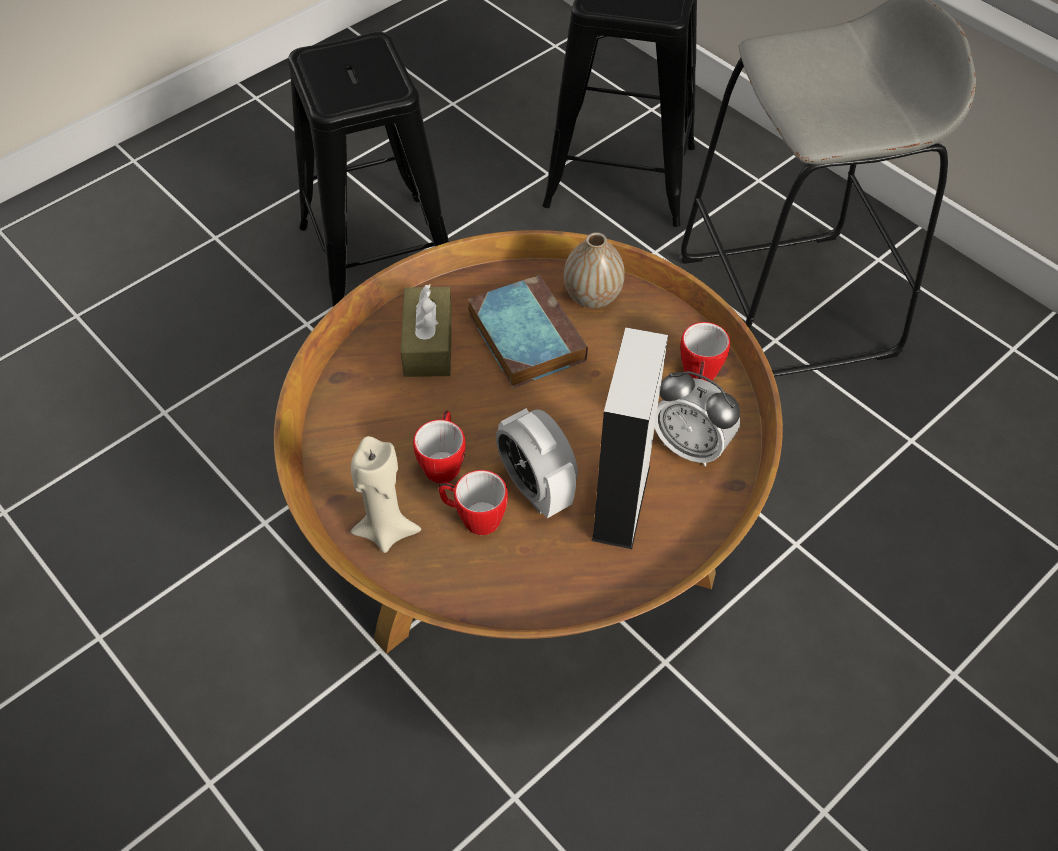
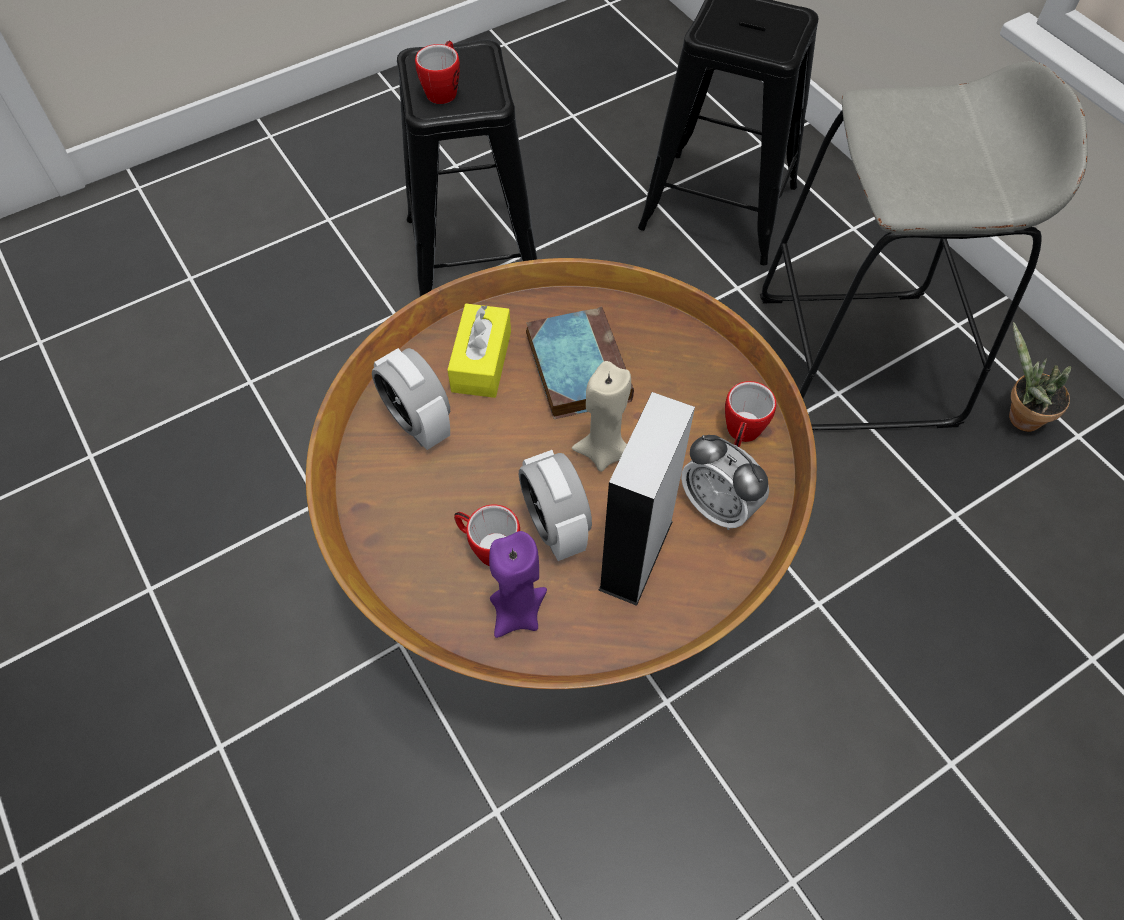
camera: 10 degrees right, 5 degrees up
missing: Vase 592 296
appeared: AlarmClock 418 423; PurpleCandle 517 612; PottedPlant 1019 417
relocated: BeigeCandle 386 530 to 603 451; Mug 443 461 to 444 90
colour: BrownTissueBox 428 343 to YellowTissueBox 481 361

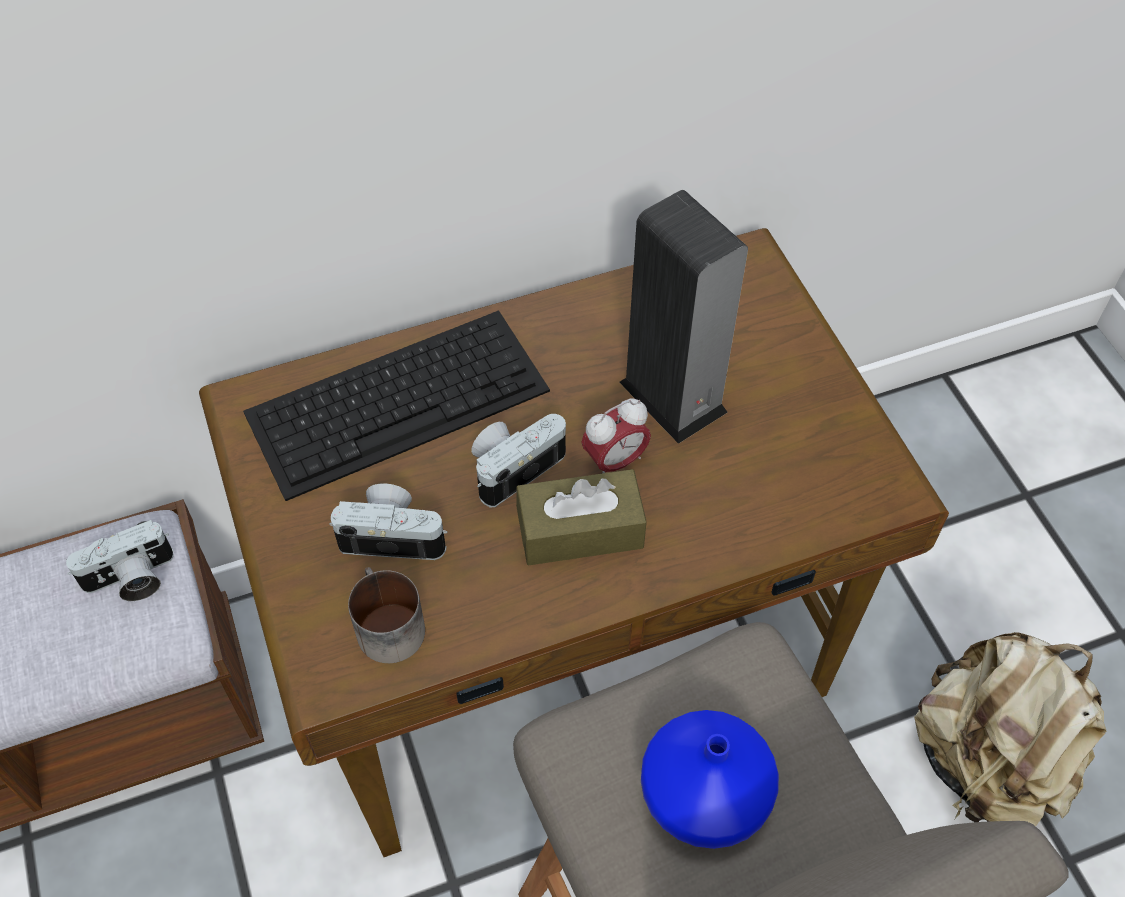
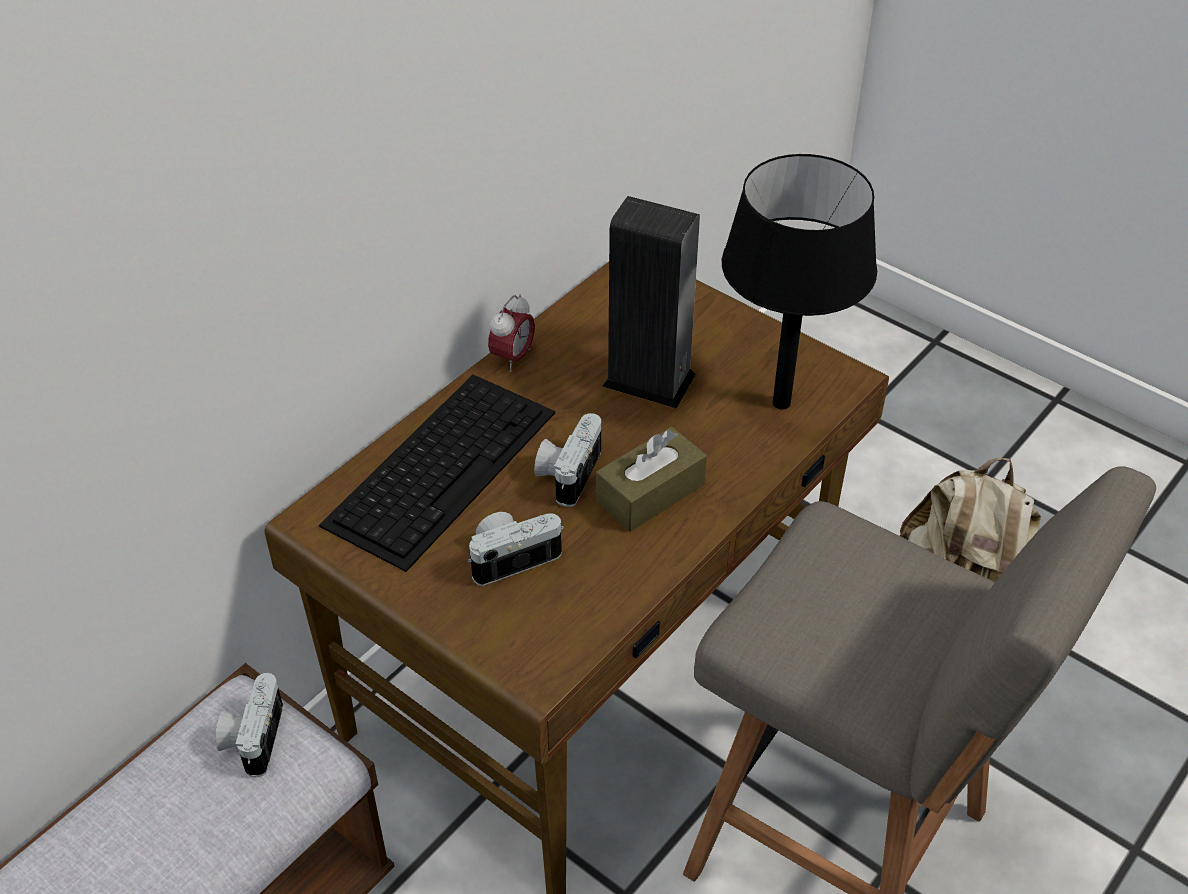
camera: 30 degrees left, 10 degrees down
missing: Mug 384 625; BlueVase 701 794
appeared: BlackTableLamp 780 403
relocated: AlarmClock 615 461 to 513 358
spun: PhotoCamera 131 579 = 252 737 150 degrees clockwise

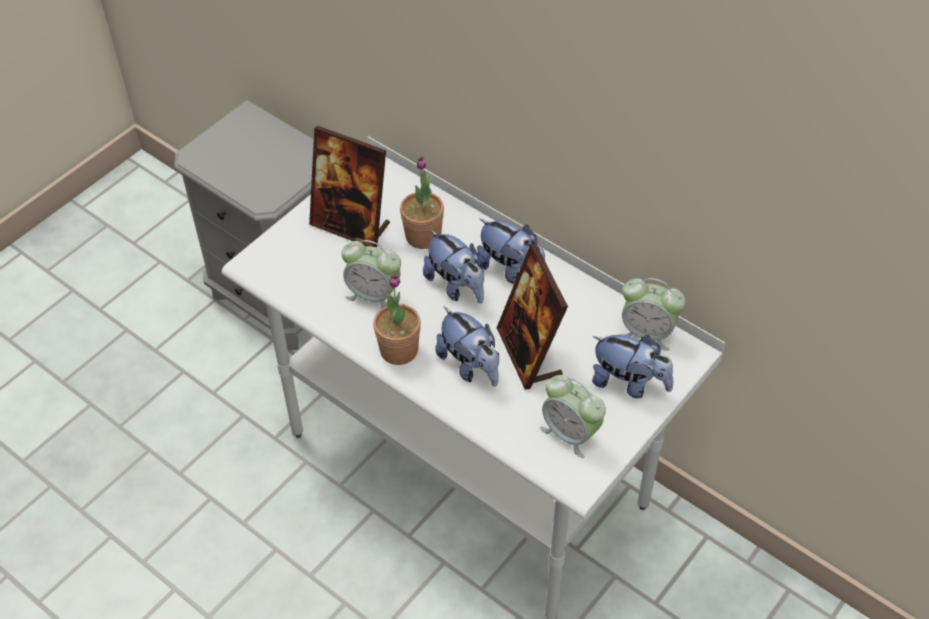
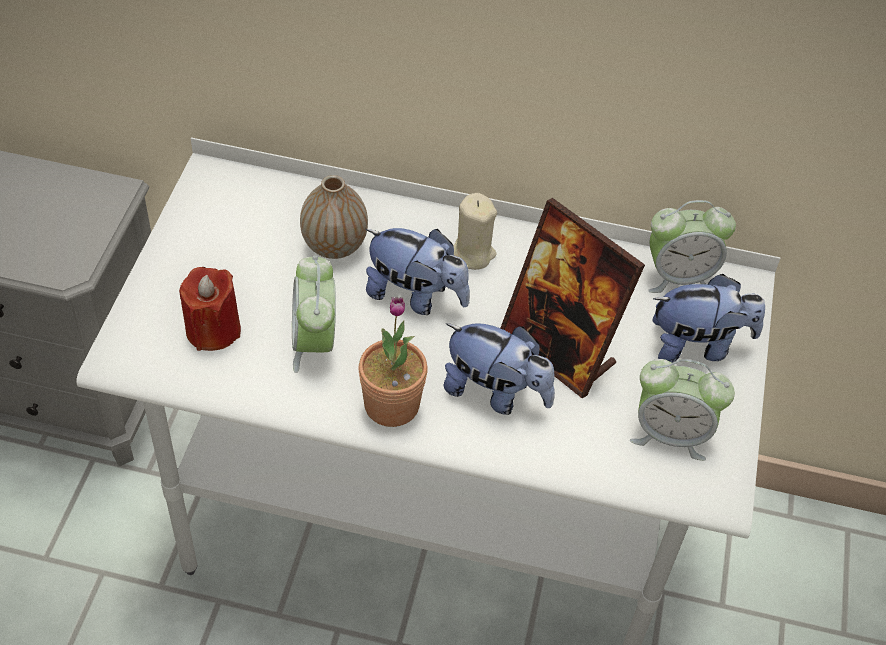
camera: 30 degrees left, 0 degrees up
missing: PictureFrame 351 225
appeared: RedCandle 213 330
exchanged: PottedPlant 423 236 to Vase 334 245; PlushToy 511 270 to BeigeCandle 472 253
spun: AlarmClock 374 294 = 314 342 90 degrees clockwise

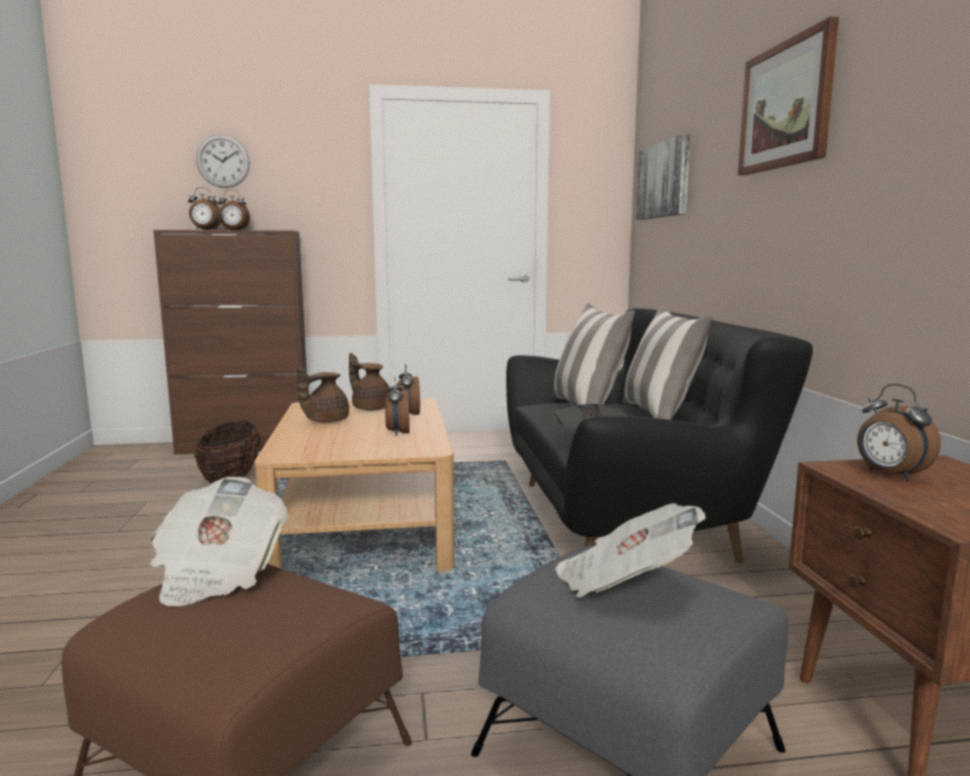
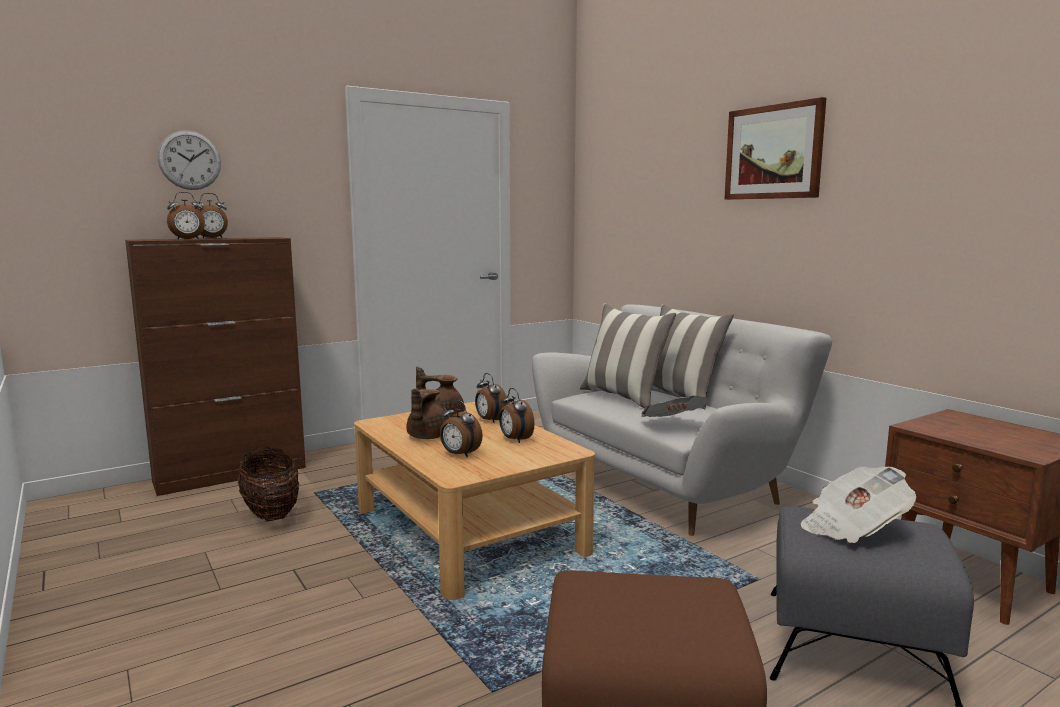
camera: 25 degrees left, 0 degrees up
missing: Newspaper 217 573; Picture 664 180
relocated: AlarmClock 889 475 to 459 454
colour: BlackSofa 629 518 to WhiteSofa 670 484

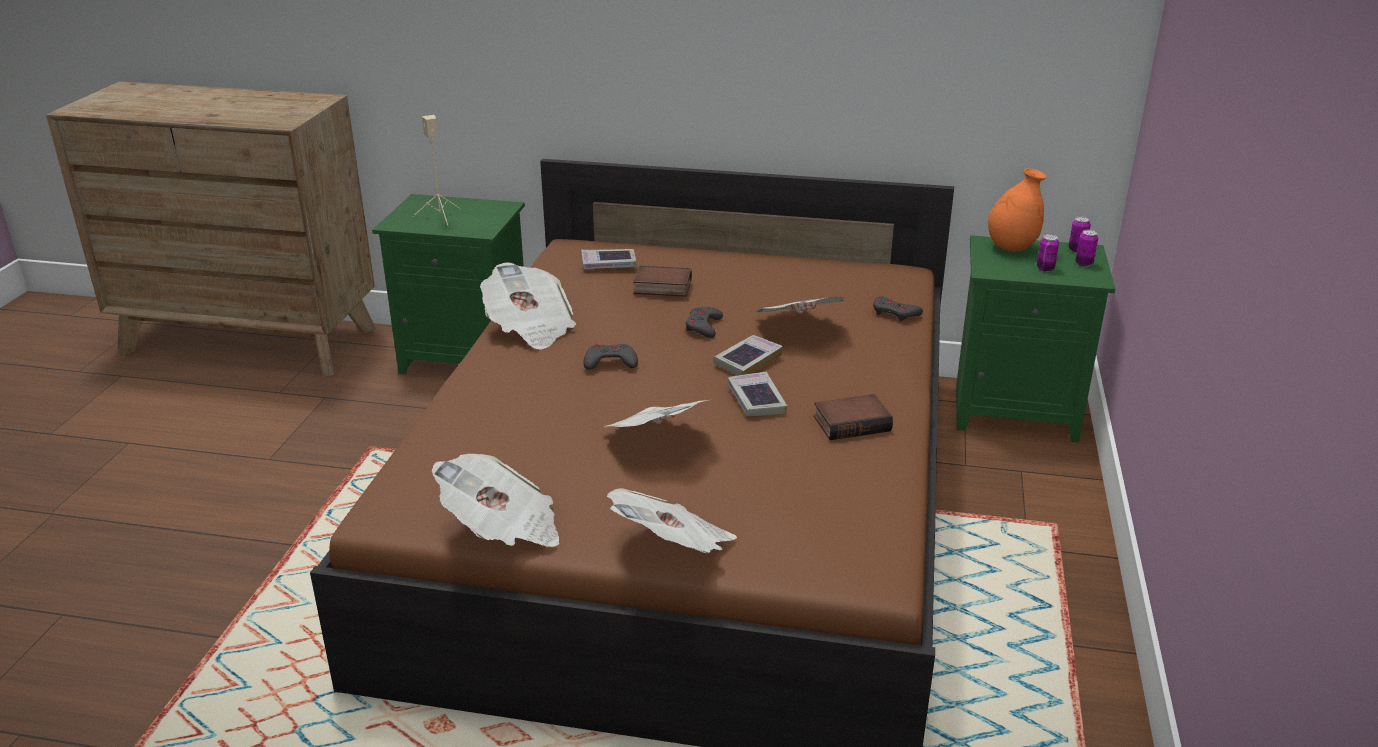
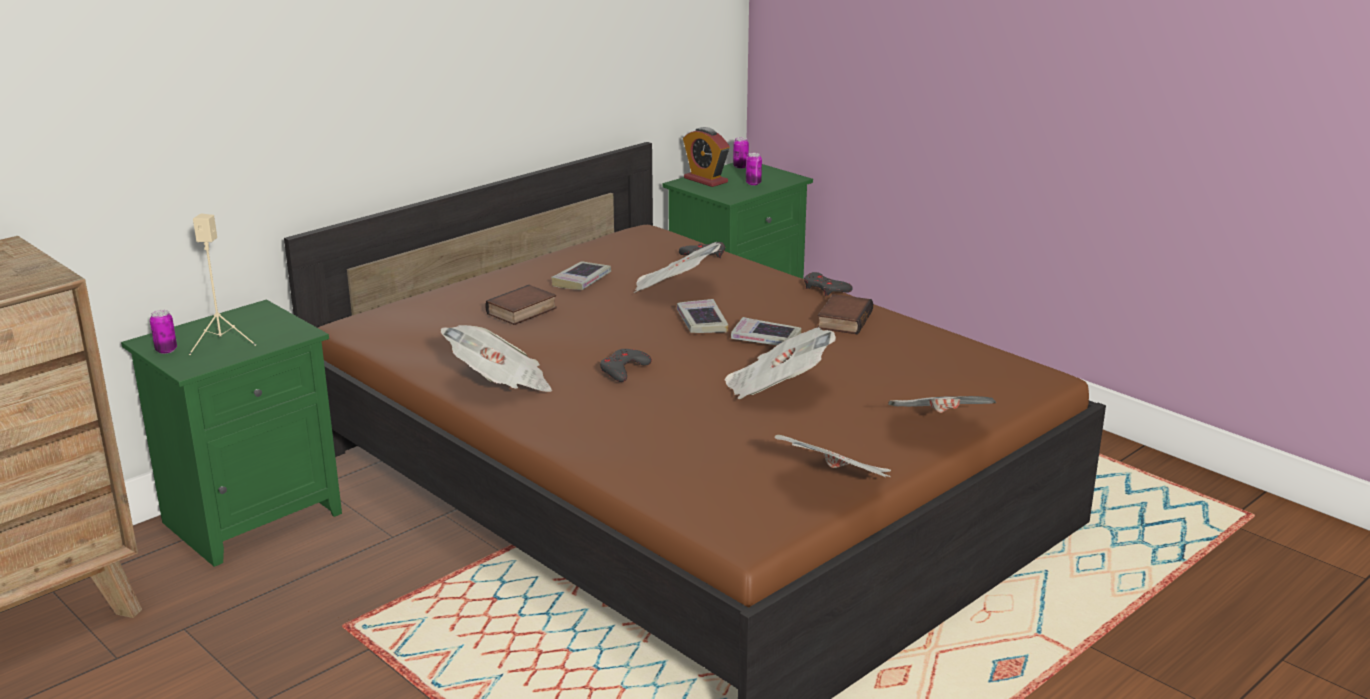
camera: 55 degrees left, 5 degrees down
relocated: Book 608 264 to 581 280; GreyGameController 703 326 to 825 289; Can 1084 263 to 166 350
exchanged: OrangeVase 1011 248 to AlarmClock 705 180

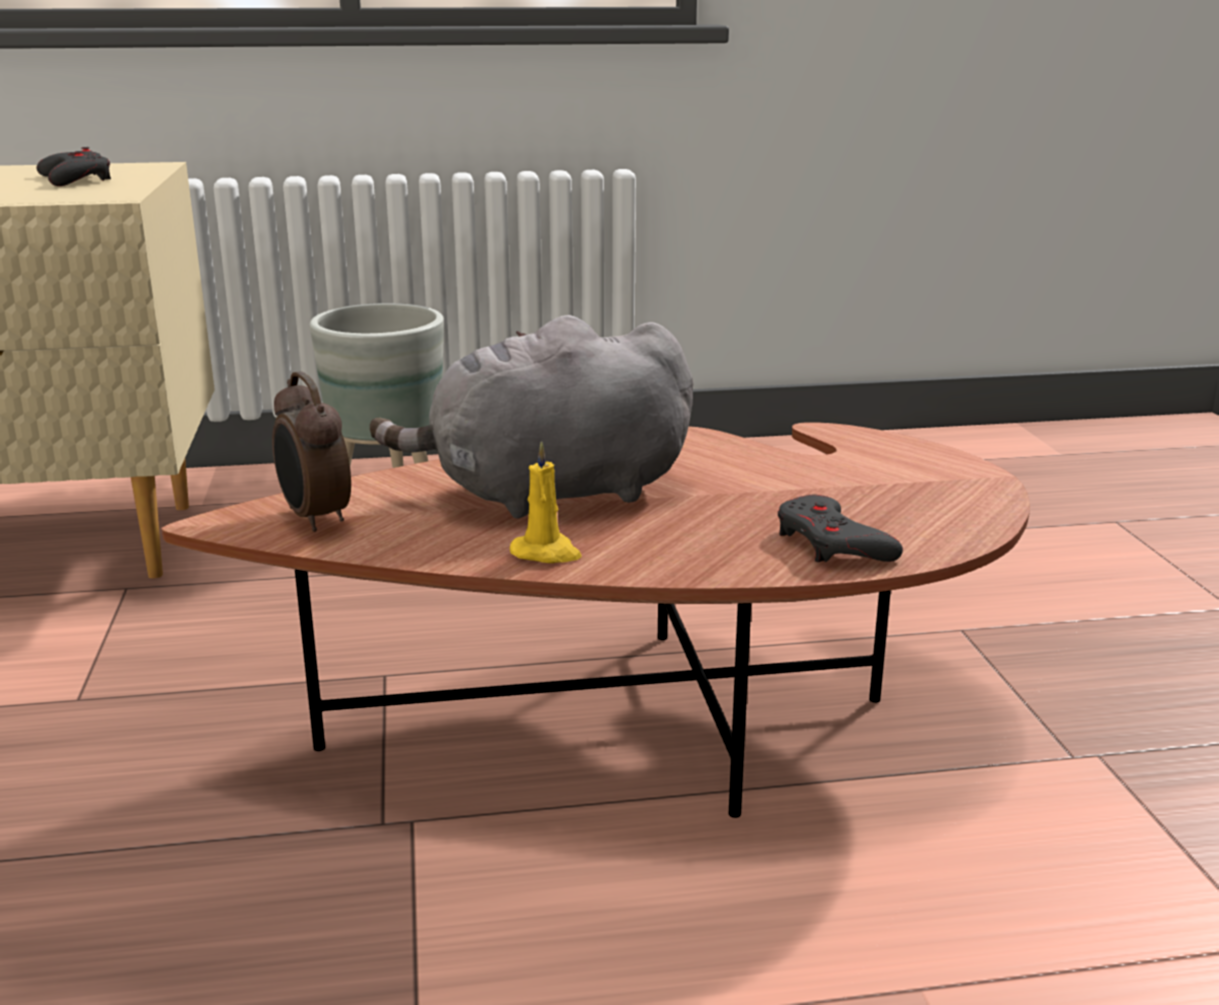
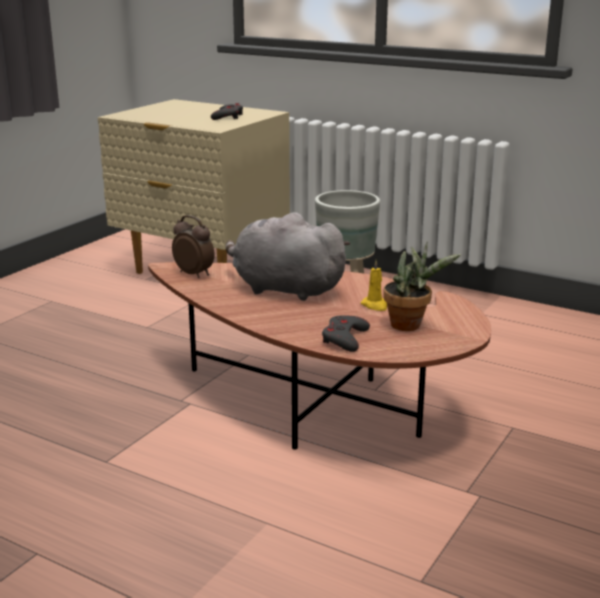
camera: 40 degrees right, 0 degrees up
appeared: PottedPlant 410 325
relocated: YellowCandle 547 553 to 375 305
spun: AlarmClock 314 518 = 194 274 120 degrees clockwise

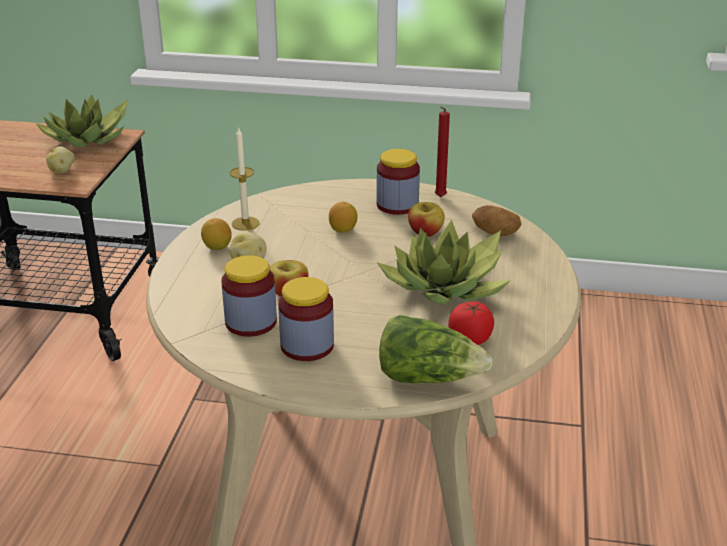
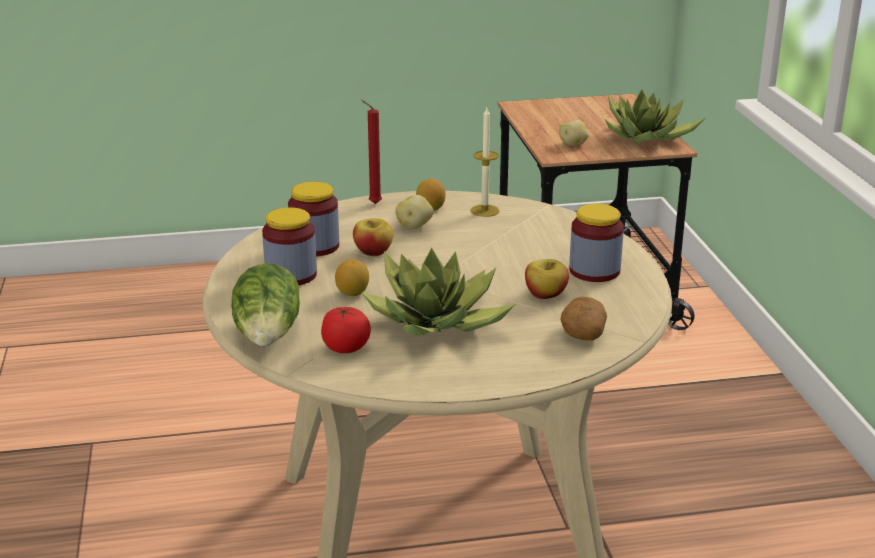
camera: 70 degrees right, 5 degrees down
relocated: Lemon 343 230 to 353 293; RedCandle 439 198 to 373 203

